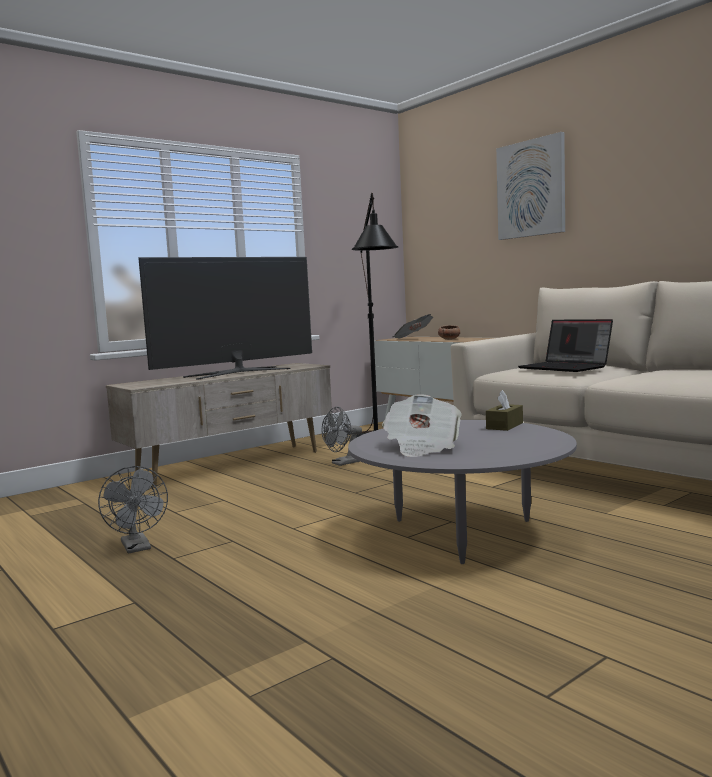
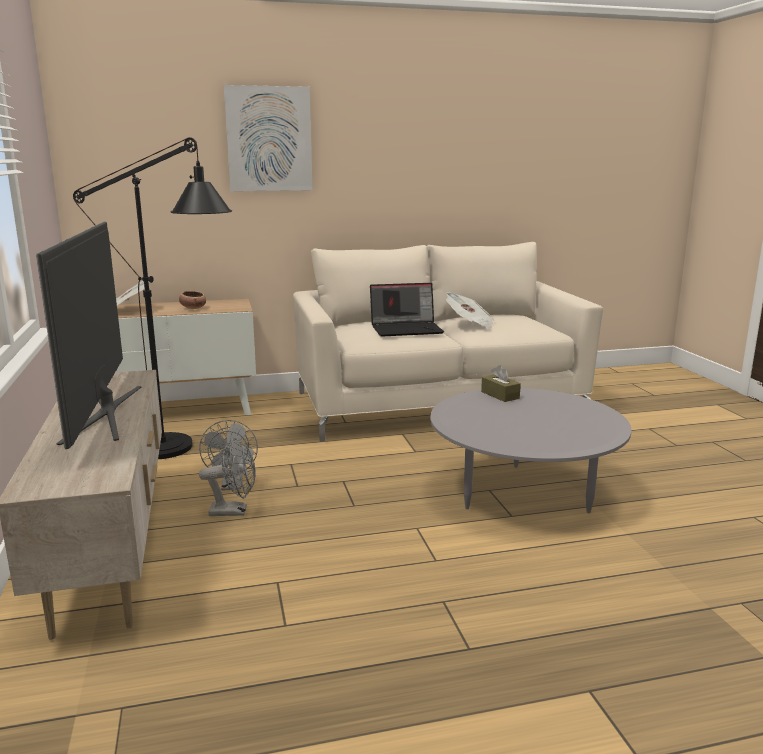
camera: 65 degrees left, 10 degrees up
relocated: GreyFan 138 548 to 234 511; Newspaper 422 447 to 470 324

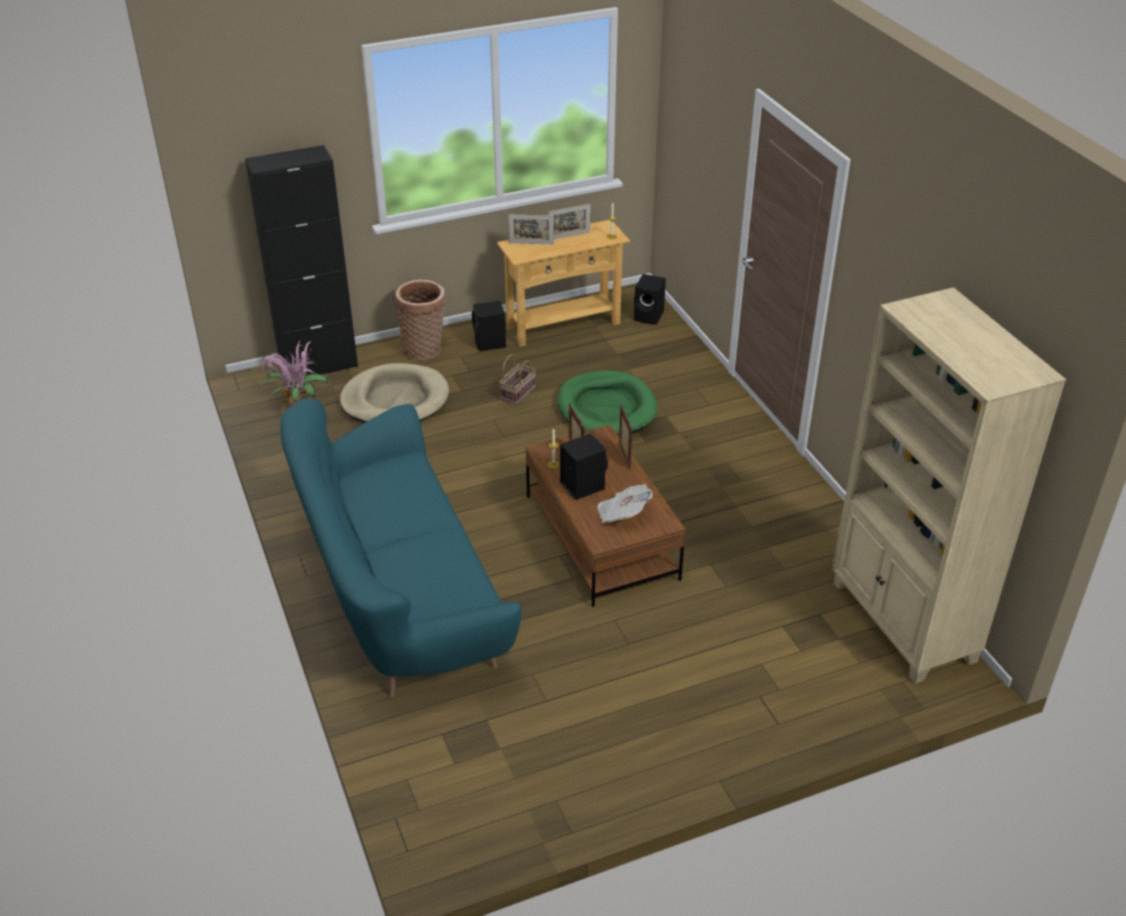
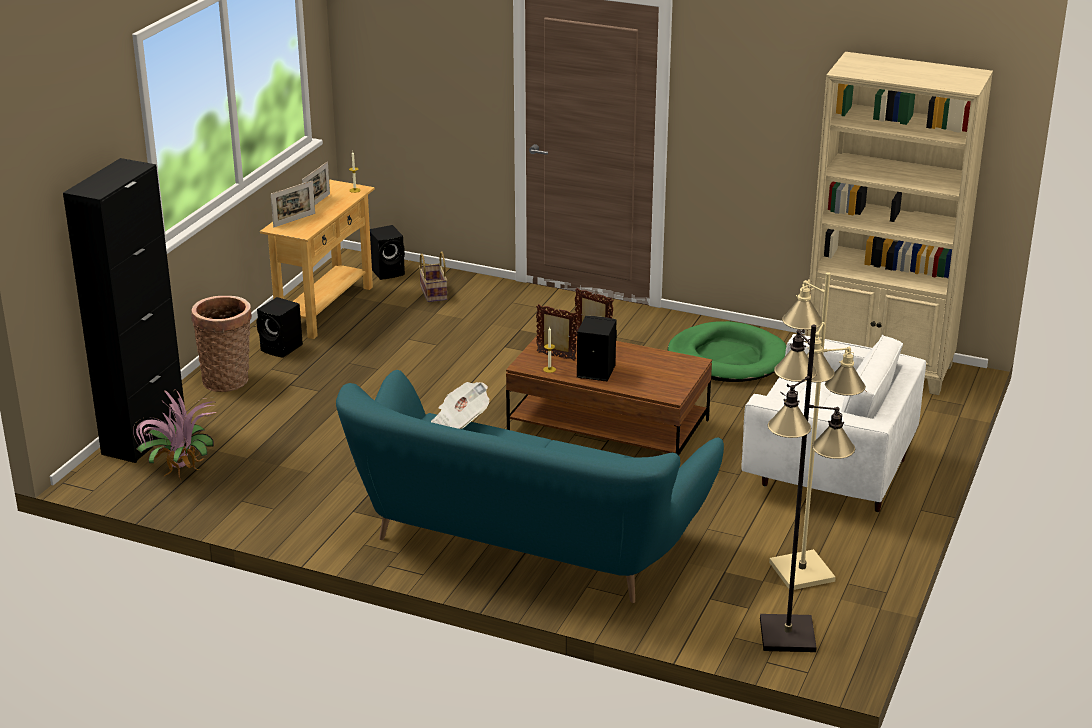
camera: 45 degrees left, 10 degrees down
missing: BeigeDogBed 395 400
appeared: WhiteArmchair 829 472; BlackFloorLamp 788 634; BeigeFloorLamp 802 571
relocated: Basket 518 392 to 432 292; GreenDogBed 606 408 to 727 358; Newspaper 622 514 to 459 421

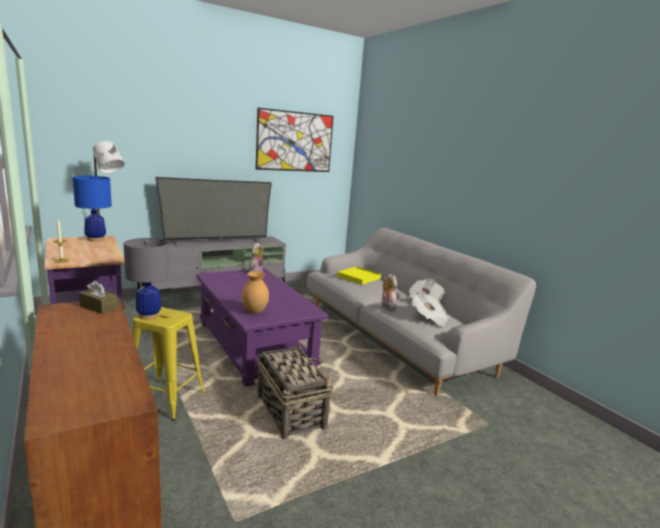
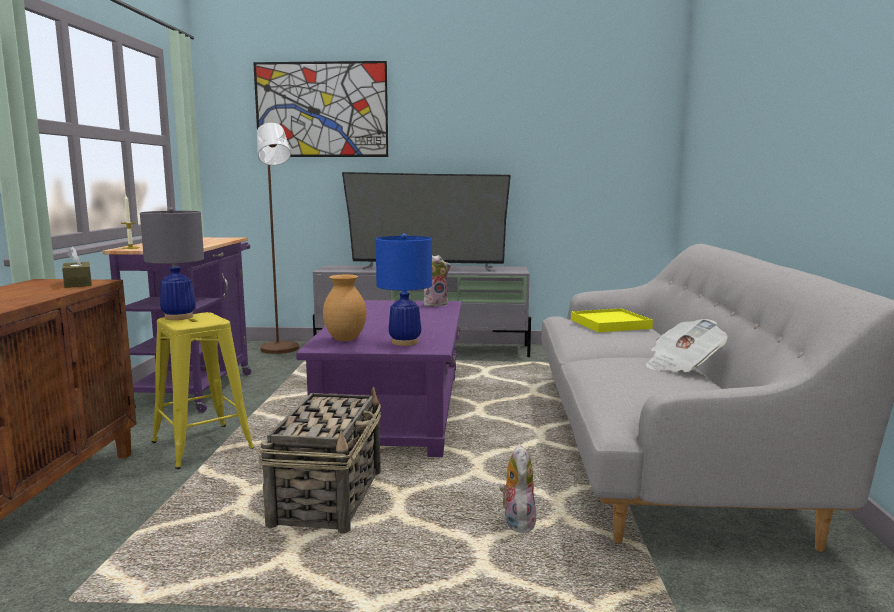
camera: 35 degrees right, 5 degrees down
missing: Newspaper 429 318
relocated: BlueTableLamp 95 239 to 405 342; Picture 295 141 to 321 110; PlushToy 386 307 to 517 522

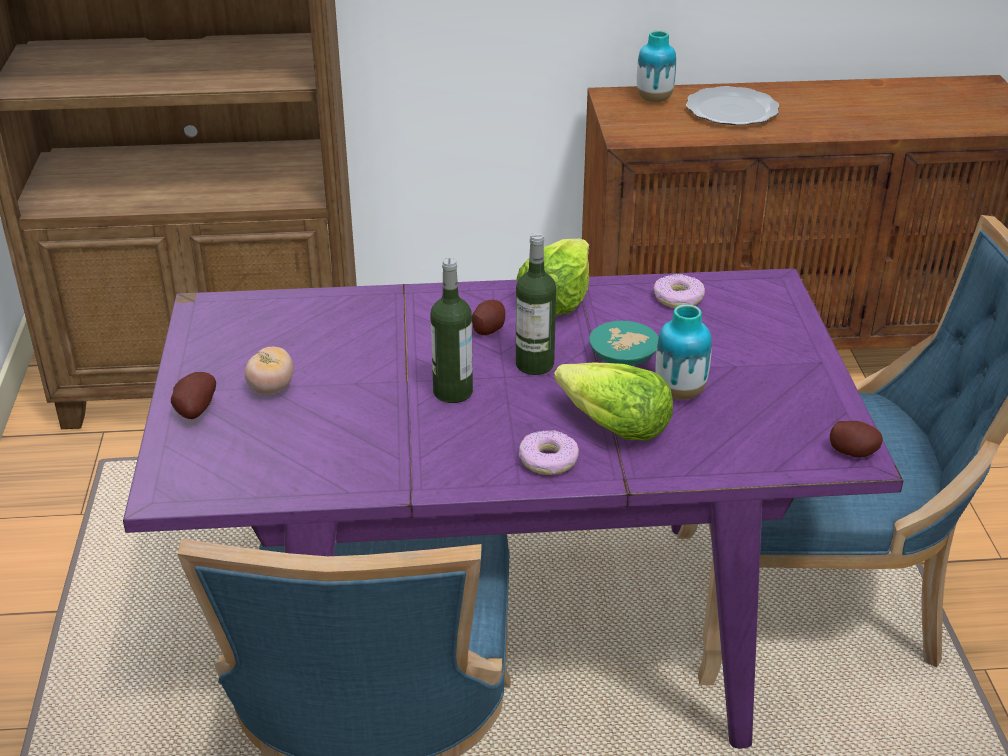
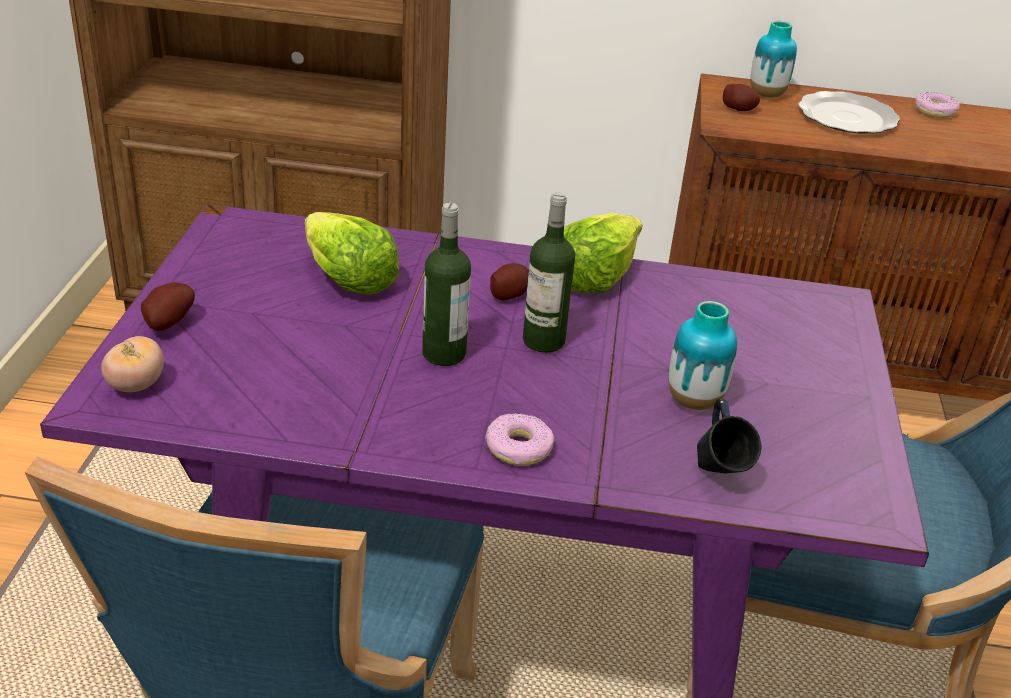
camera: 10 degrees right, 0 degrees up
missing: TurquoiseBowl 625 357
appeared: BlueMug 718 476
relocated: Tomato 271 388 to 136 385; Lettuce 612 426 to 347 279; Donut 678 298 to 935 111; Potato 853 451 to 739 108

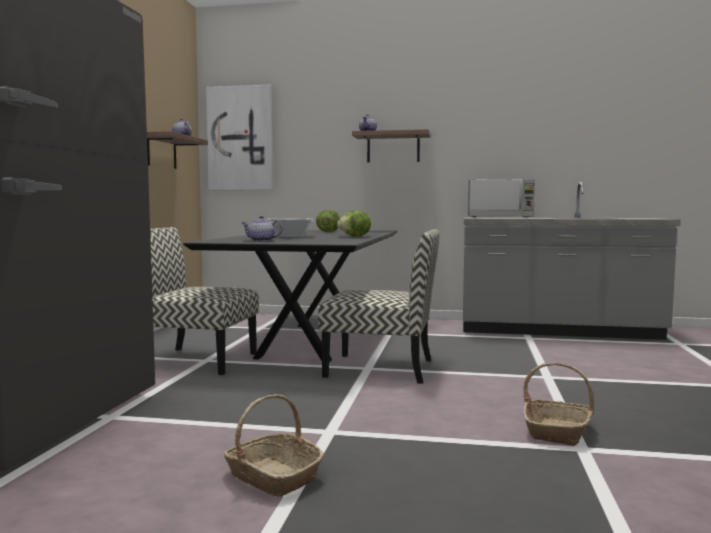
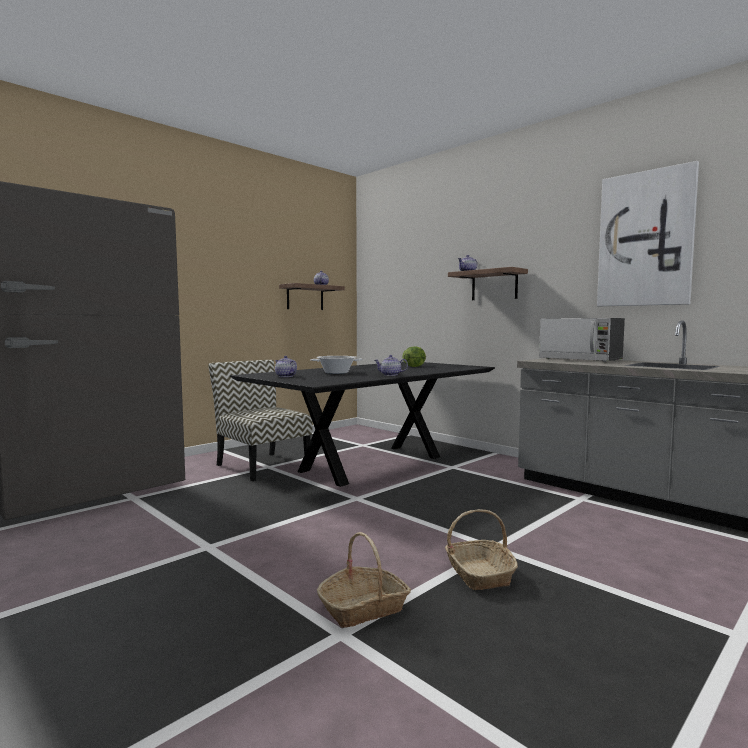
camera: 35 degrees right, 0 degrees up
missing: Chair 382 368
relocated: Picture 240 138 to 645 239; Basket 272 477 to 478 573
exchanged: Lettuce 355 236 to Teapot 390 375

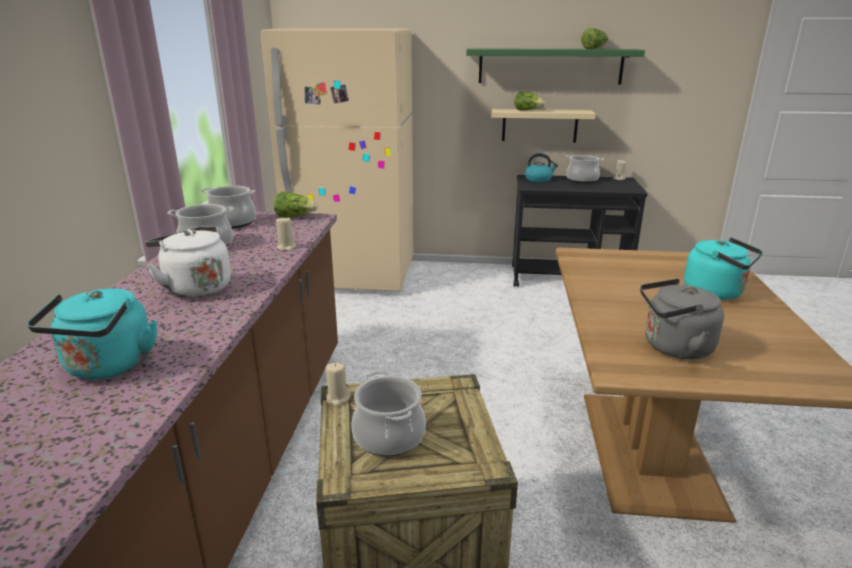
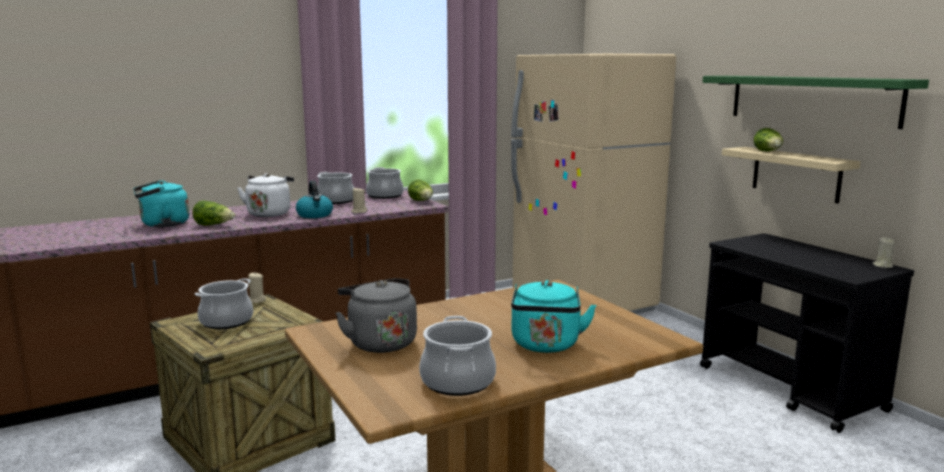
camera: 55 degrees right, 10 degrees down
relocated: Kettle 538 179 to 315 215; CookingPot 582 180 to 457 381; Lettuce 594 49 to 214 225

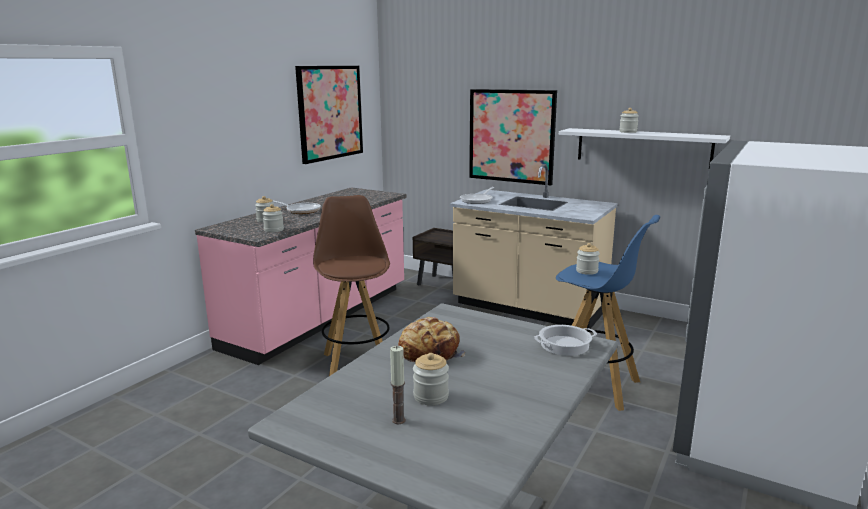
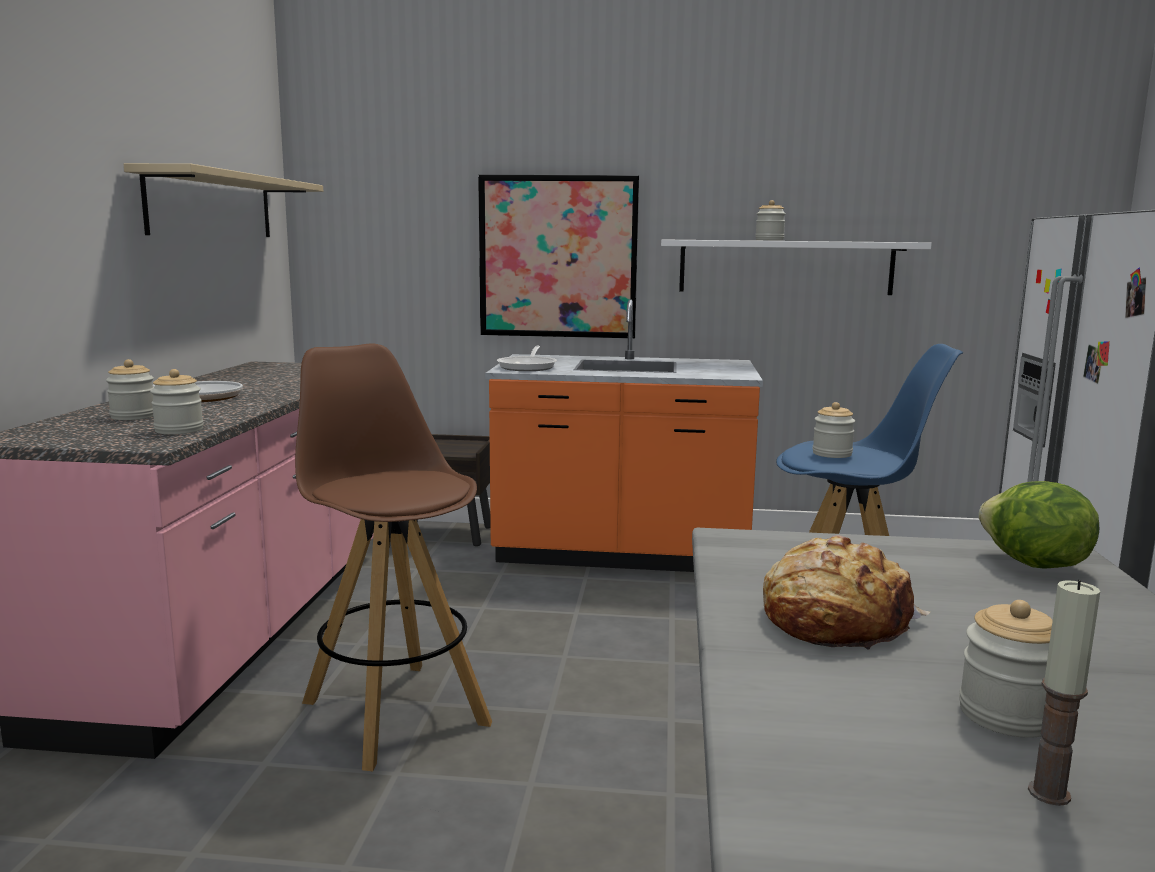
camera: 25 degrees left, 5 degrees down
exchanged: Picture 330 112 to BeigeShelf 212 206; CookingPot 564 345 to Lettuce 1033 565
colour: BeigeCounter 528 308 to OrangeCounter 621 553

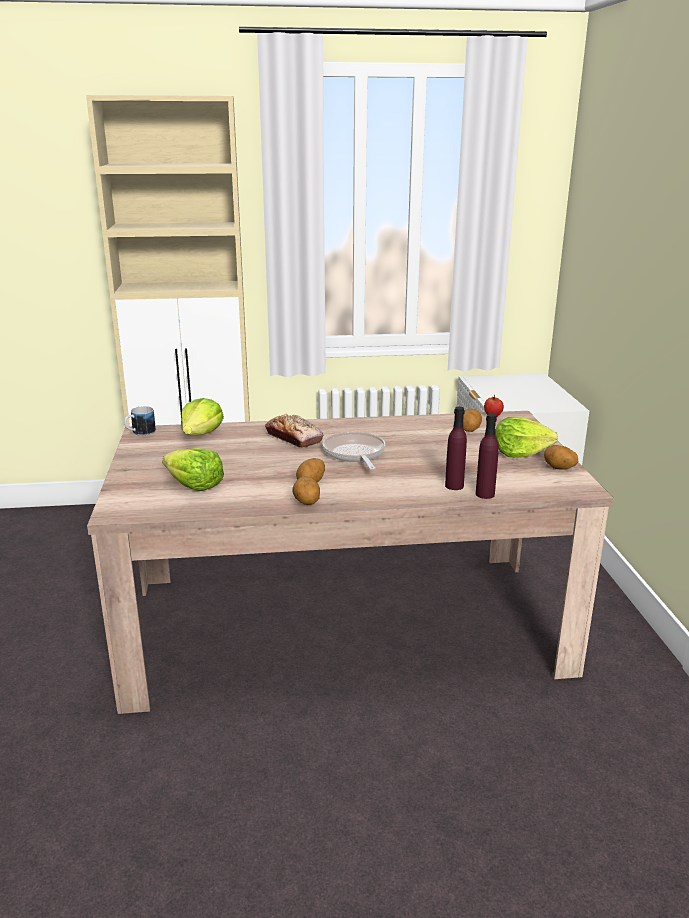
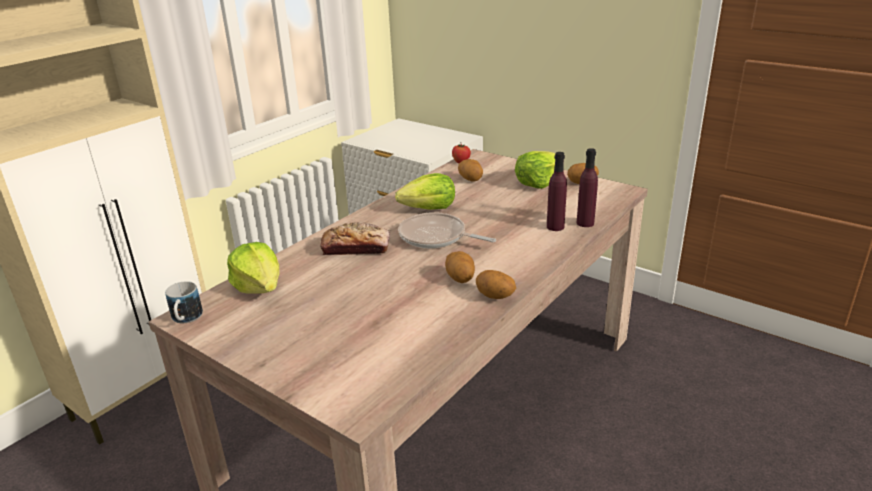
camera: 45 degrees left, 5 degrees up
relocated: Lettuce 194 485 to 429 208

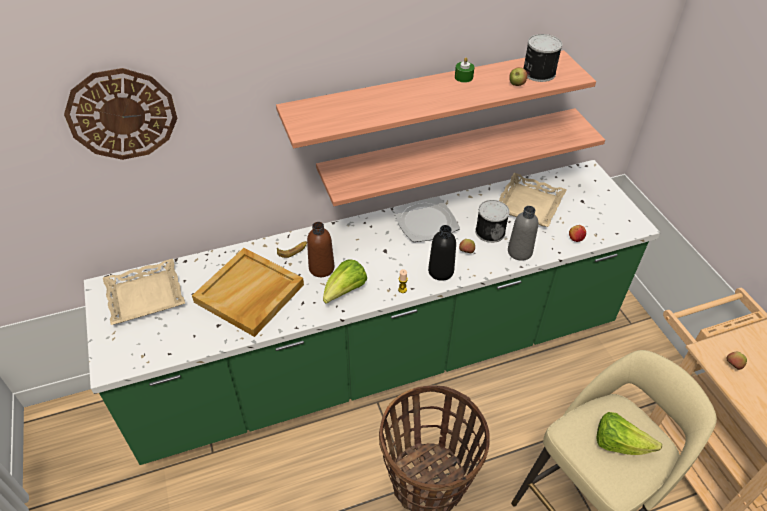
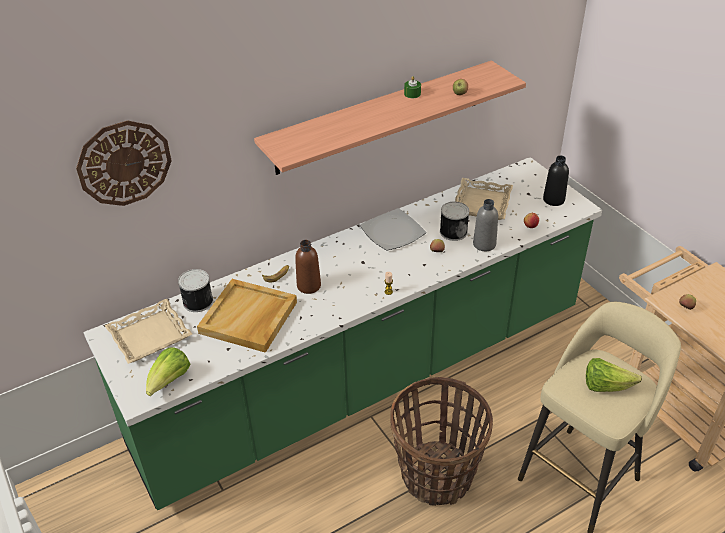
camera: 10 degrees left, 5 degrees down
missing: Shelf 450 153
relocated: Lettuce 345 291 to 169 381; BlackBottle 441 271 to 553 200; Can 538 72 to 197 301

